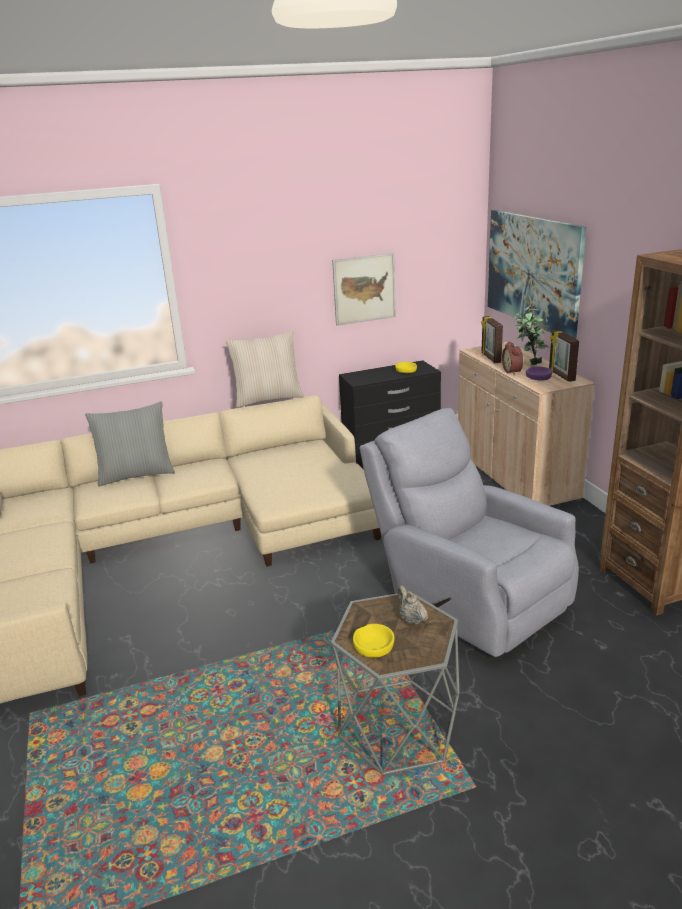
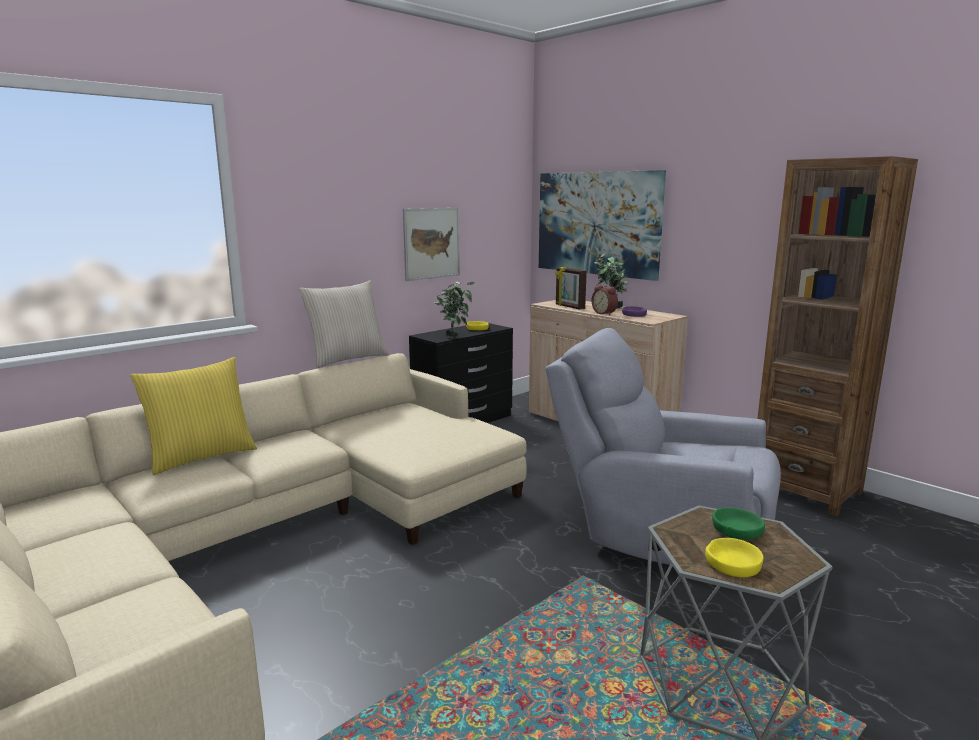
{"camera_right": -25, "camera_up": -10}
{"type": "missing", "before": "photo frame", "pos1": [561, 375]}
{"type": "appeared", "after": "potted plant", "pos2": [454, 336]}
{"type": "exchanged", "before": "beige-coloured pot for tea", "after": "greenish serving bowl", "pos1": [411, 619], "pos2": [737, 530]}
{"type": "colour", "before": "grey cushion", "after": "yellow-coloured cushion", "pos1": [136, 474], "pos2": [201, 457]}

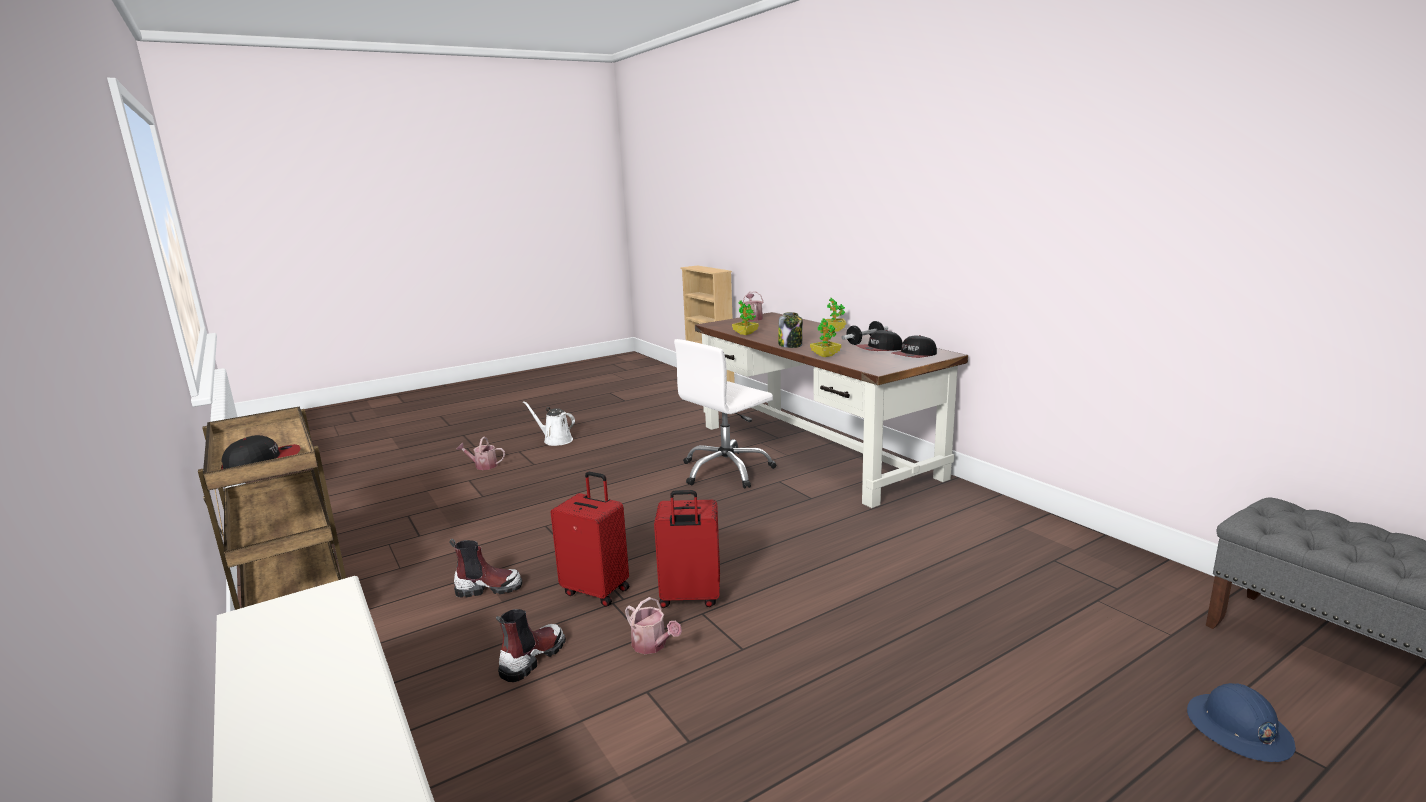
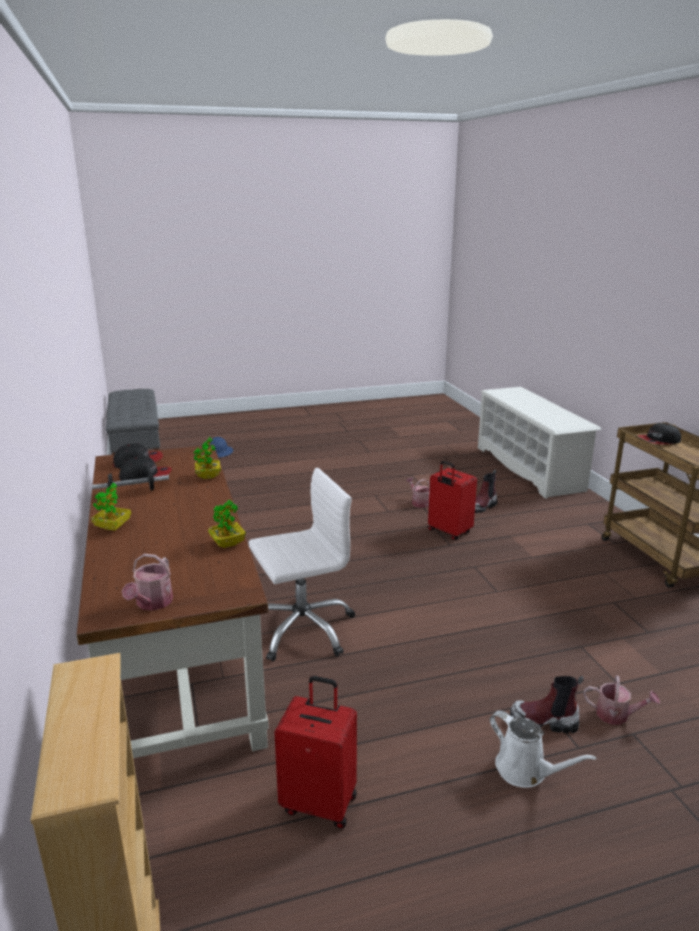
{"camera_right": -165, "camera_up": 5}
{"type": "missing", "before": "storage jar", "pos1": [790, 345]}
{"type": "relocated", "before": "tall boot", "pos1": [489, 588], "pos2": [544, 721]}
{"type": "relocated", "before": "red-coloured travel case", "pos1": [689, 598], "pos2": [320, 802]}

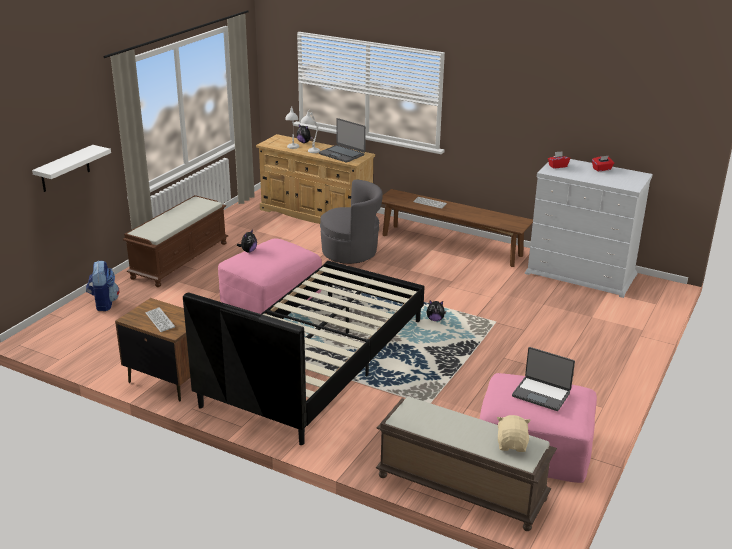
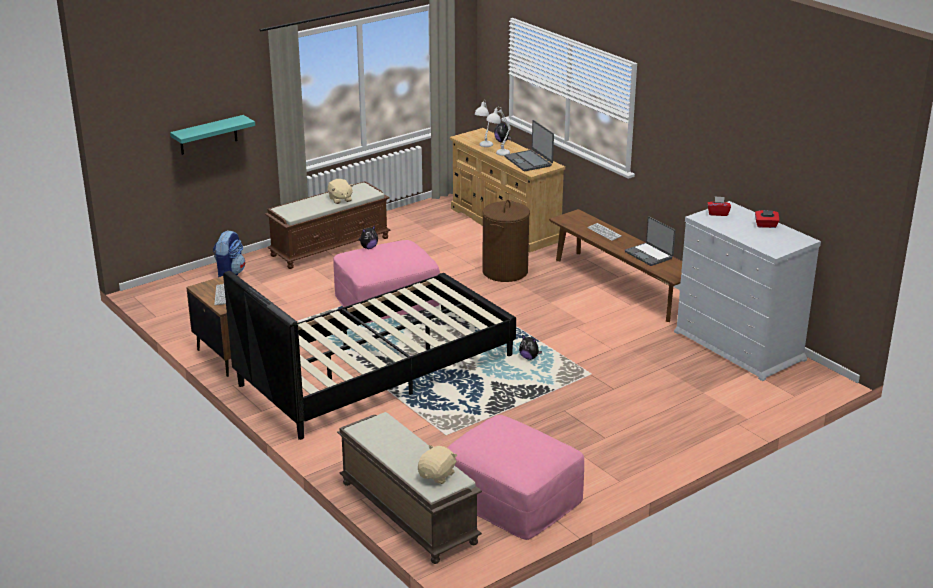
{"camera_right": 25, "camera_up": 0}
{"type": "appeared", "after": "beige-coloured plush toy", "pos2": [340, 199]}
{"type": "relocated", "before": "portable computer", "pos1": [541, 394], "pos2": [649, 255]}
{"type": "exchanged", "before": "grey lounge chair", "after": "brown washing basket", "pos1": [351, 252], "pos2": [505, 272]}
{"type": "colour", "before": "whitish shelf", "after": "turquoise-coloured shelf", "pos1": [65, 169], "pos2": [208, 135]}

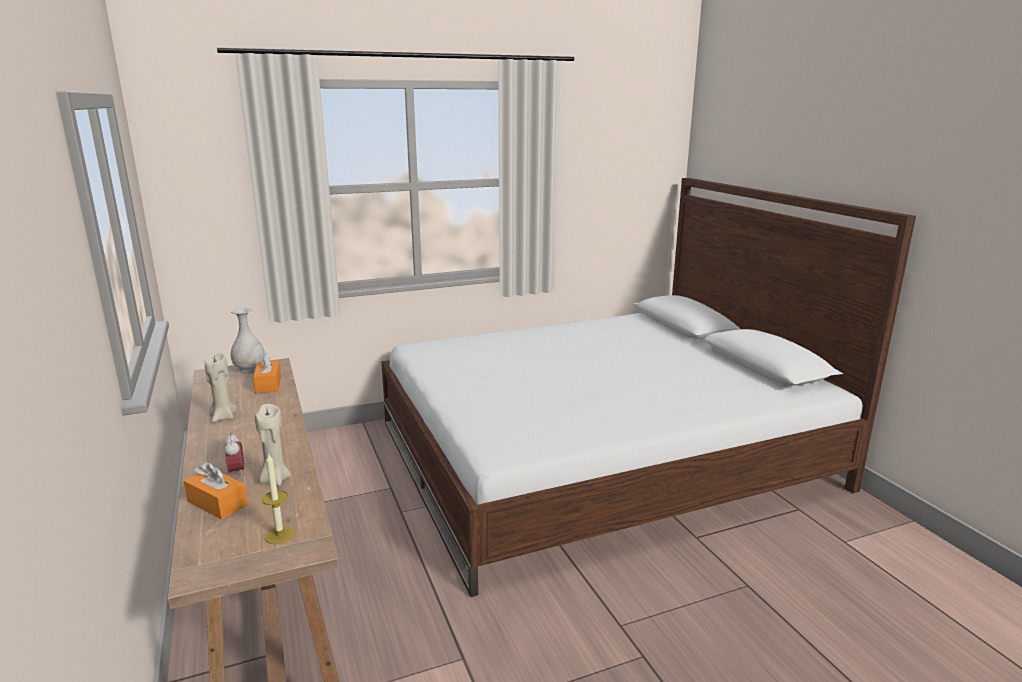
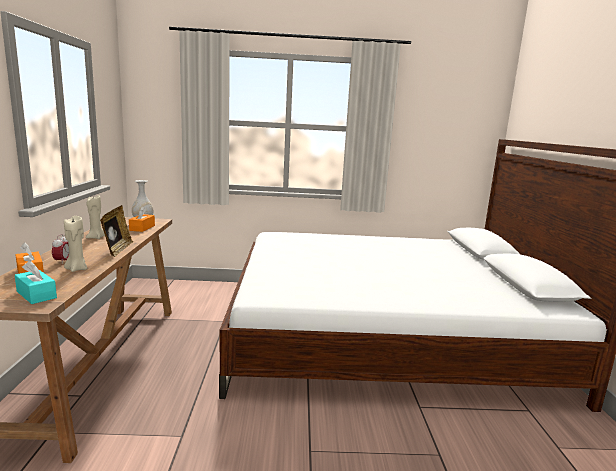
{"camera_right": 20, "camera_up": -5}
{"type": "appeared", "after": "photo frame", "pos2": [117, 250]}
{"type": "exchanged", "before": "wax light", "after": "turquoise-coloured tissue holder", "pos1": [280, 535], "pos2": [36, 295]}

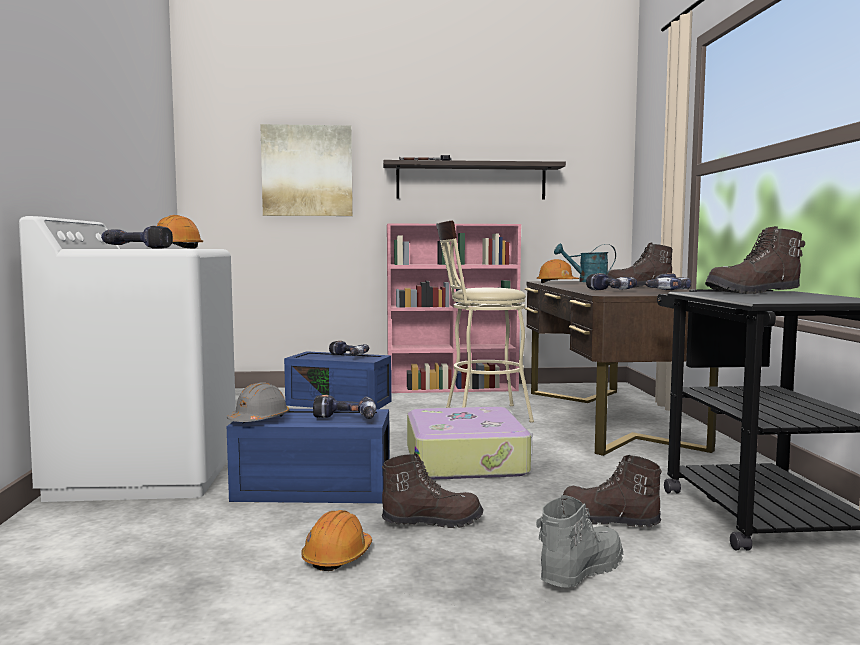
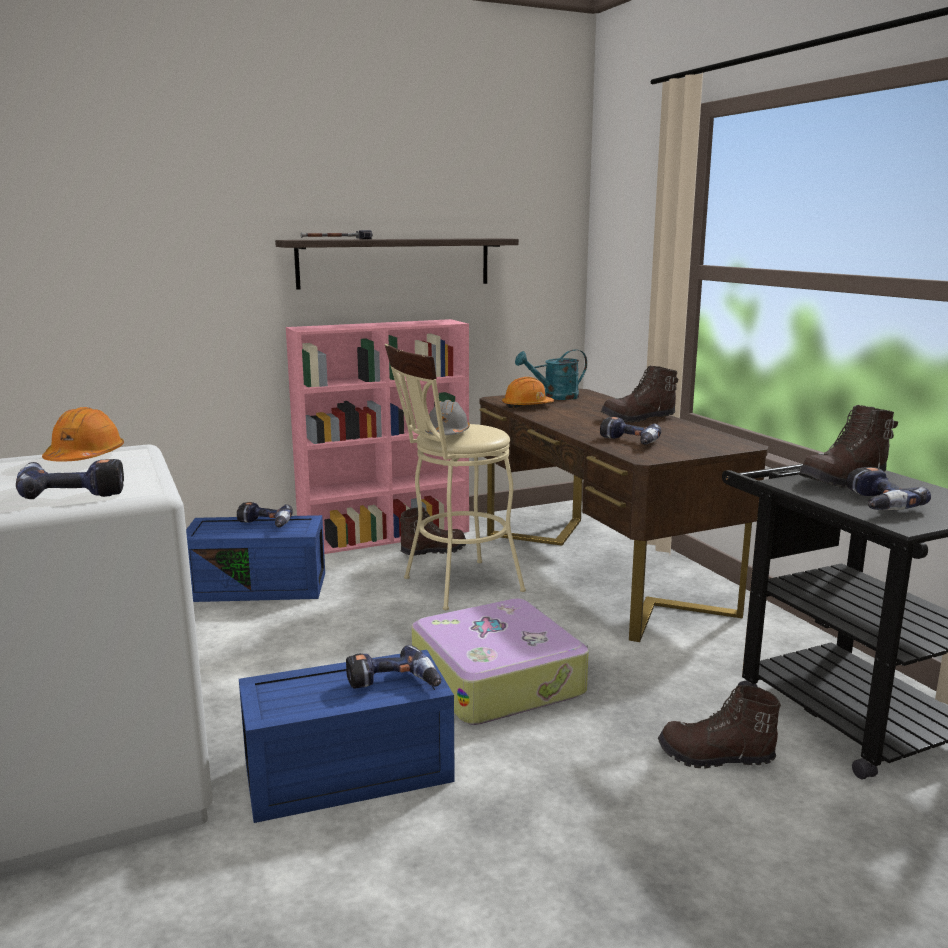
{"camera_right": -20, "camera_up": 10}
{"type": "missing", "before": "wall picture", "pos1": [307, 171]}
{"type": "missing", "before": "orangey work helmet", "pos1": [337, 556]}
{"type": "missing", "before": "grey tall boot", "pos1": [580, 571]}
{"type": "relocated", "before": "grey work helmet", "pos1": [259, 420], "pos2": [446, 434]}
{"type": "relocated", "before": "brown tall boot", "pos1": [432, 521], "pos2": [433, 551]}
{"type": "relocated", "before": "power drill", "pos1": [662, 291], "pos2": [875, 504]}

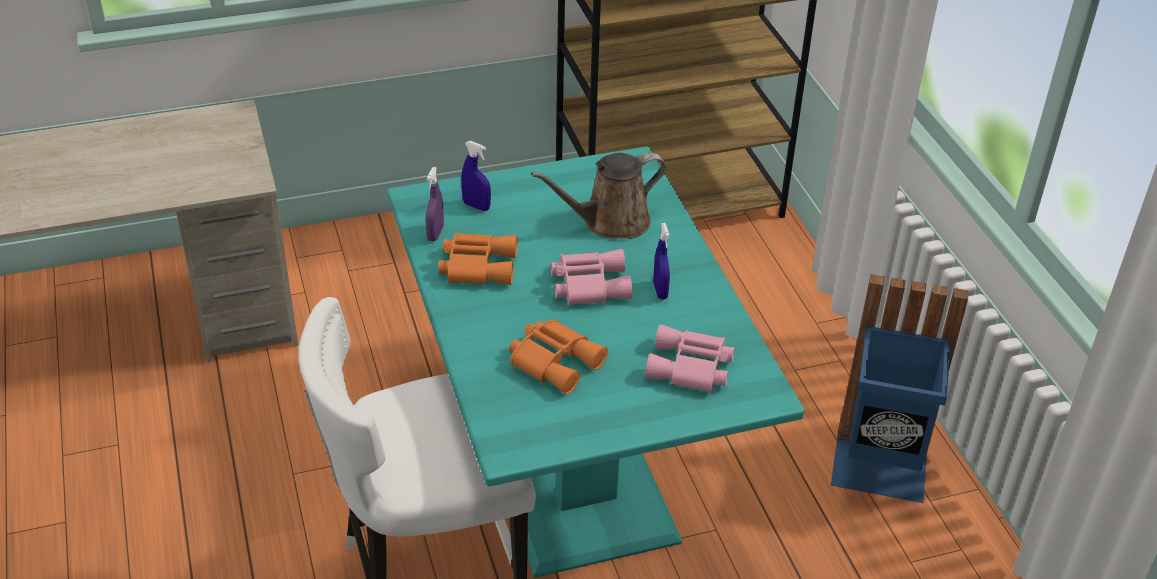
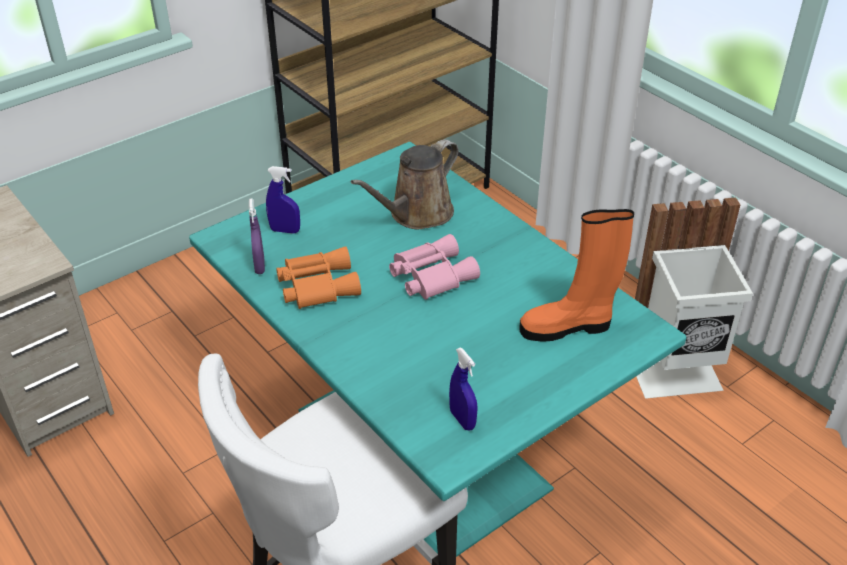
{"camera_right": -20, "camera_up": 0}
{"type": "missing", "before": "orangey pair of binoculars", "pos1": [555, 360]}
{"type": "relocated", "before": "bluish hand sprayer", "pos1": [660, 291], "pos2": [462, 420]}
{"type": "exchanged", "before": "pinkish pair of binoculars", "after": "orangey tall boot", "pos1": [691, 369], "pos2": [568, 327]}
{"type": "colour", "before": "bluish trash can", "after": "whitish trash can", "pos1": [880, 469], "pos2": [675, 372]}

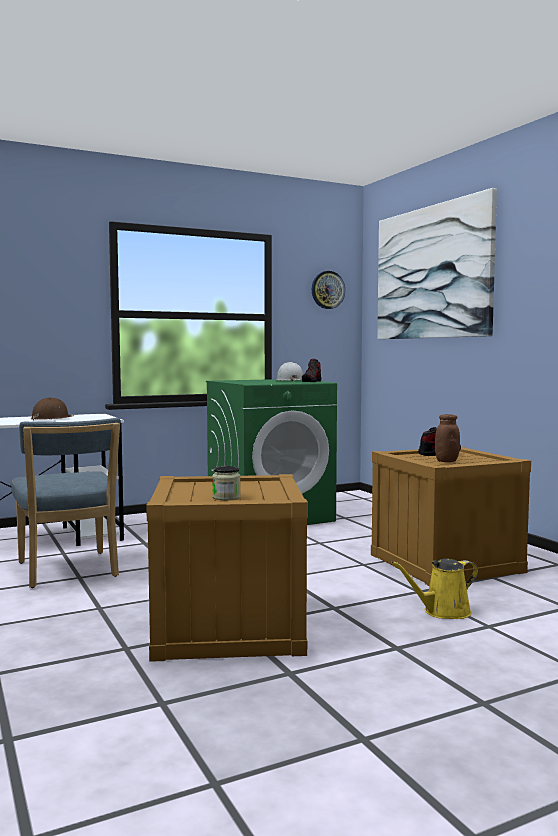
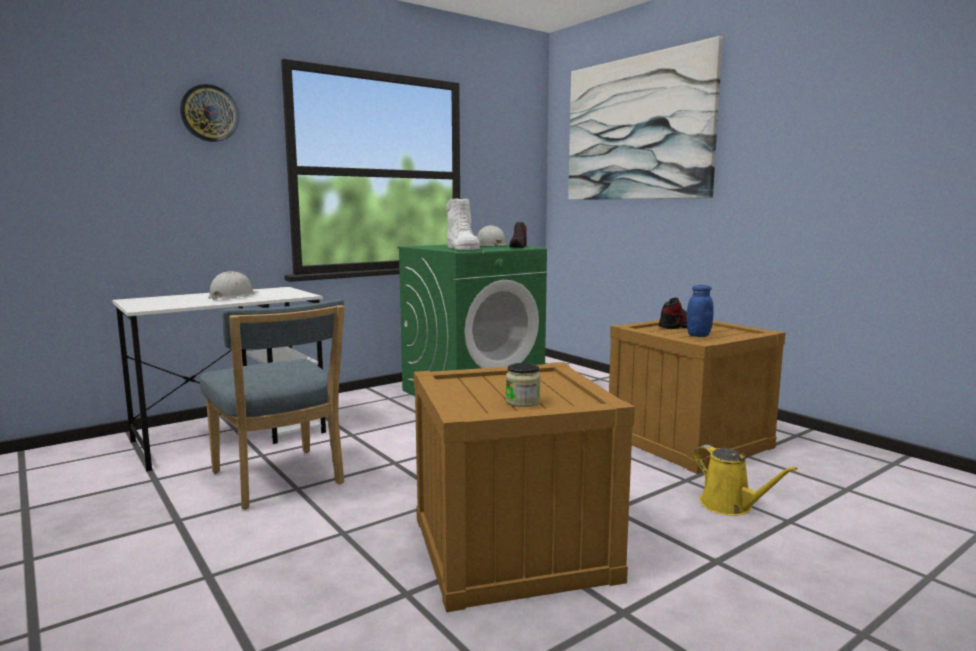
{"camera_right": -10, "camera_up": 5}
{"type": "appeared", "after": "whitish tall boot", "pos2": [462, 248]}
{"type": "relocated", "before": "clock on the wall", "pos1": [327, 290], "pos2": [209, 113]}
{"type": "colour", "before": "brown work helmet", "after": "whitish work helmet", "pos1": [51, 419], "pos2": [233, 296]}
{"type": "colour", "before": "brown storage jar", "after": "bluish storage jar", "pos1": [446, 461], "pos2": [698, 335]}
{"type": "spun", "before": "yellow-coloured watering can", "pos1": [443, 612], "pos2": [730, 506], "turn": -90}

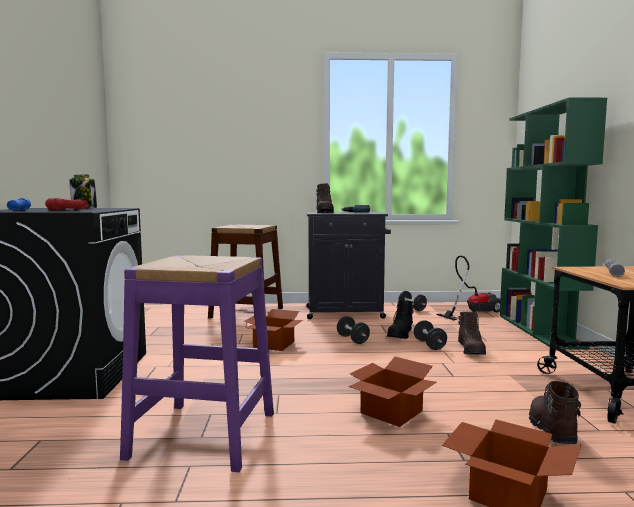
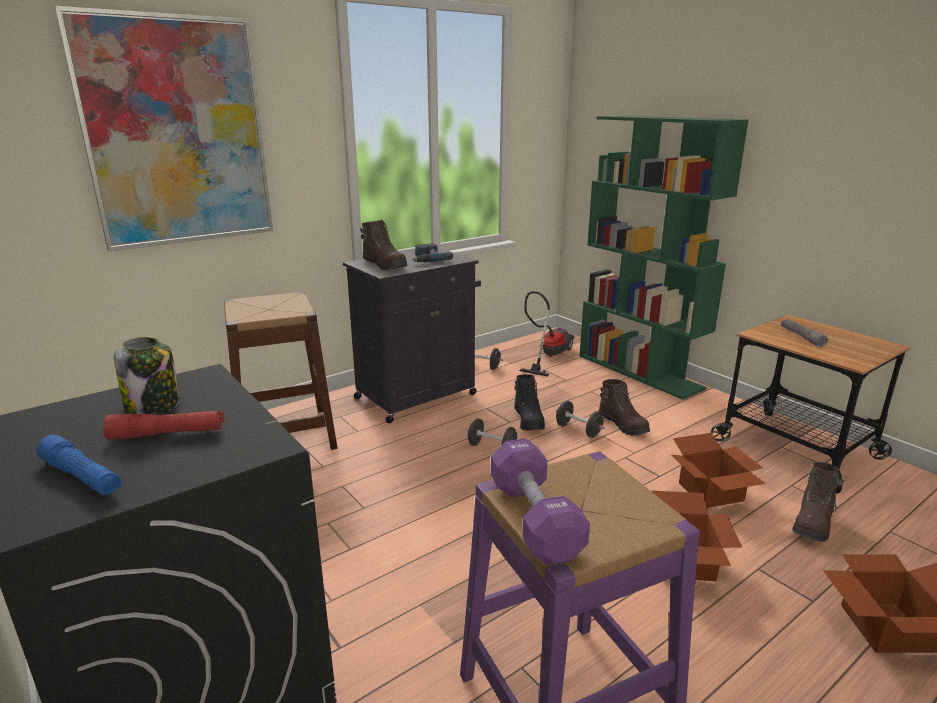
{"camera_right": -35, "camera_up": 15}
{"type": "appeared", "after": "wall picture", "pos2": [177, 133]}
{"type": "appeared", "after": "purplish dumbbell", "pos2": [534, 519]}
{"type": "relocated", "before": "carton", "pos1": [272, 345], "pos2": [711, 493]}
{"type": "spun", "before": "brown tall boot", "pos1": [551, 429], "pos2": [812, 523], "turn": -120}

